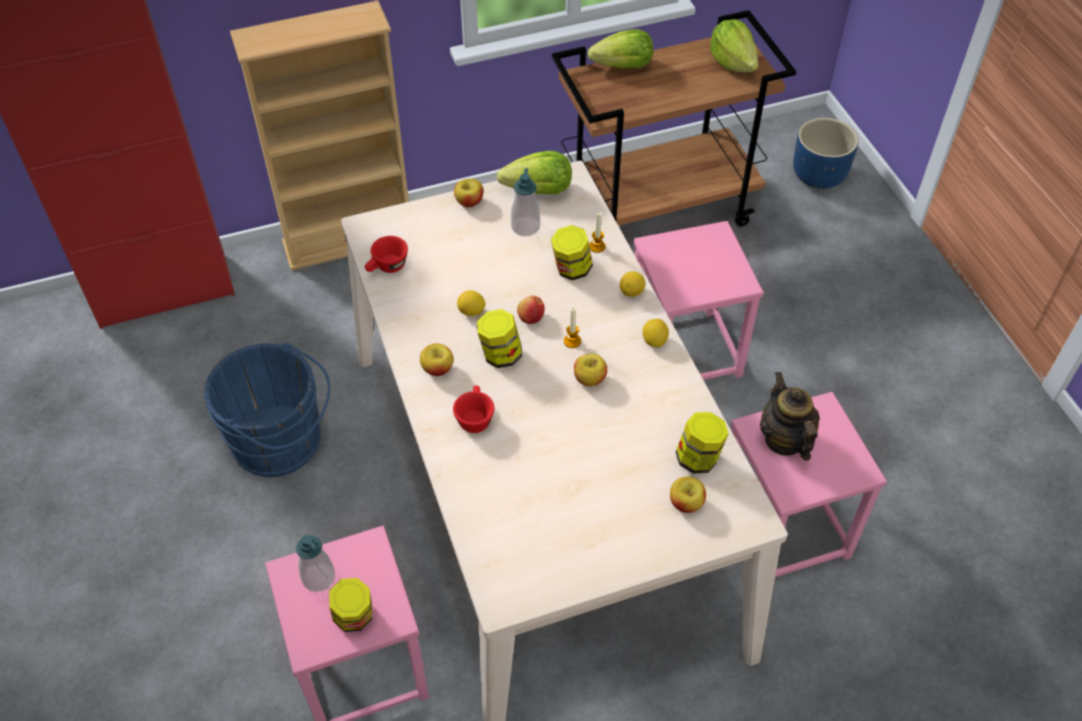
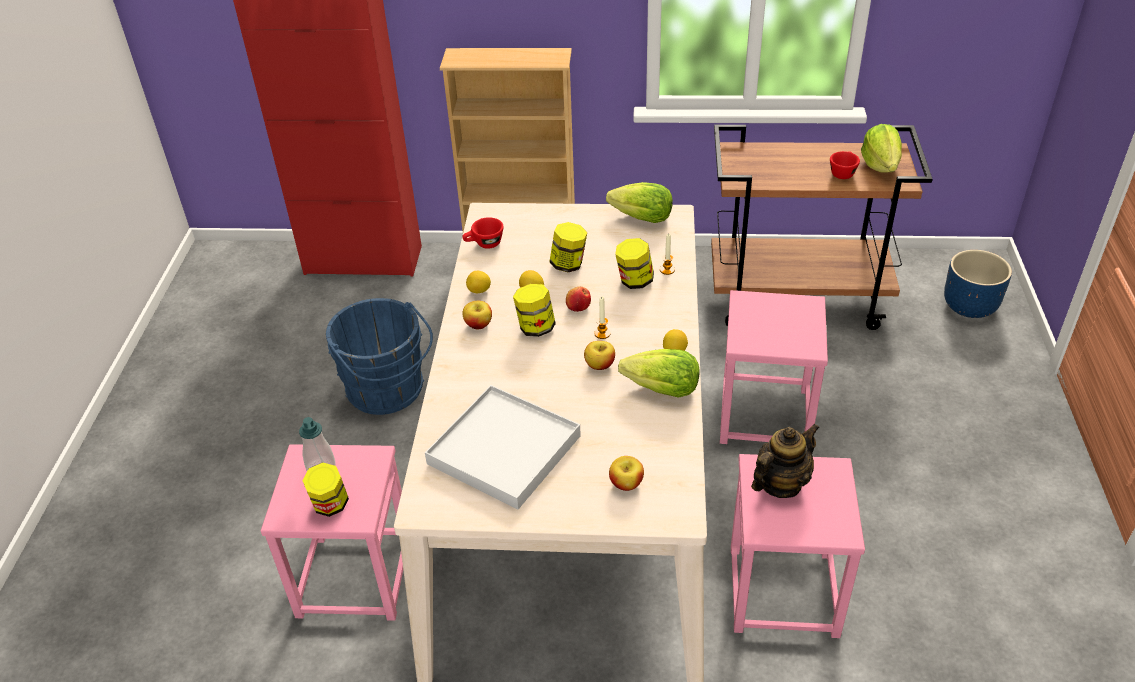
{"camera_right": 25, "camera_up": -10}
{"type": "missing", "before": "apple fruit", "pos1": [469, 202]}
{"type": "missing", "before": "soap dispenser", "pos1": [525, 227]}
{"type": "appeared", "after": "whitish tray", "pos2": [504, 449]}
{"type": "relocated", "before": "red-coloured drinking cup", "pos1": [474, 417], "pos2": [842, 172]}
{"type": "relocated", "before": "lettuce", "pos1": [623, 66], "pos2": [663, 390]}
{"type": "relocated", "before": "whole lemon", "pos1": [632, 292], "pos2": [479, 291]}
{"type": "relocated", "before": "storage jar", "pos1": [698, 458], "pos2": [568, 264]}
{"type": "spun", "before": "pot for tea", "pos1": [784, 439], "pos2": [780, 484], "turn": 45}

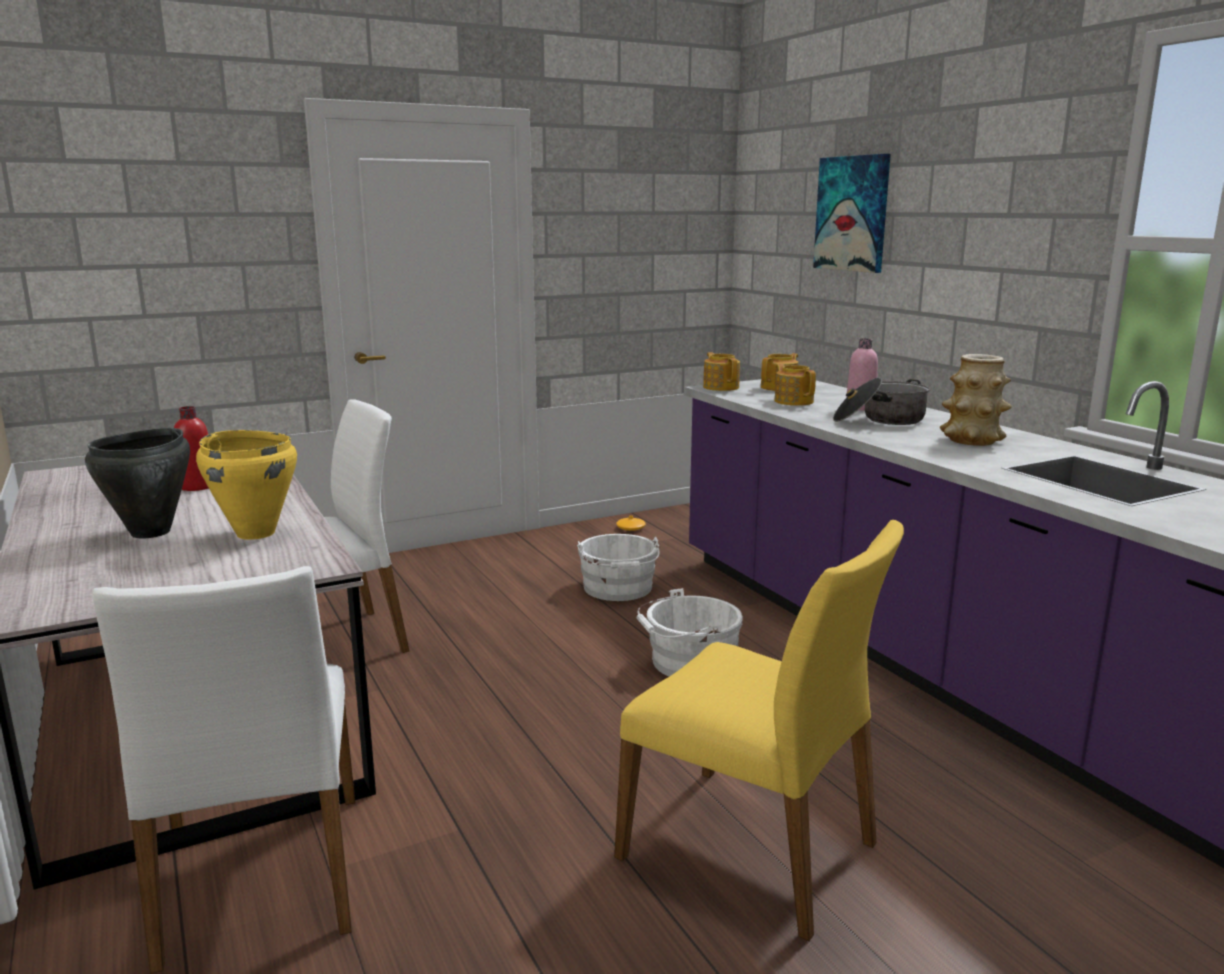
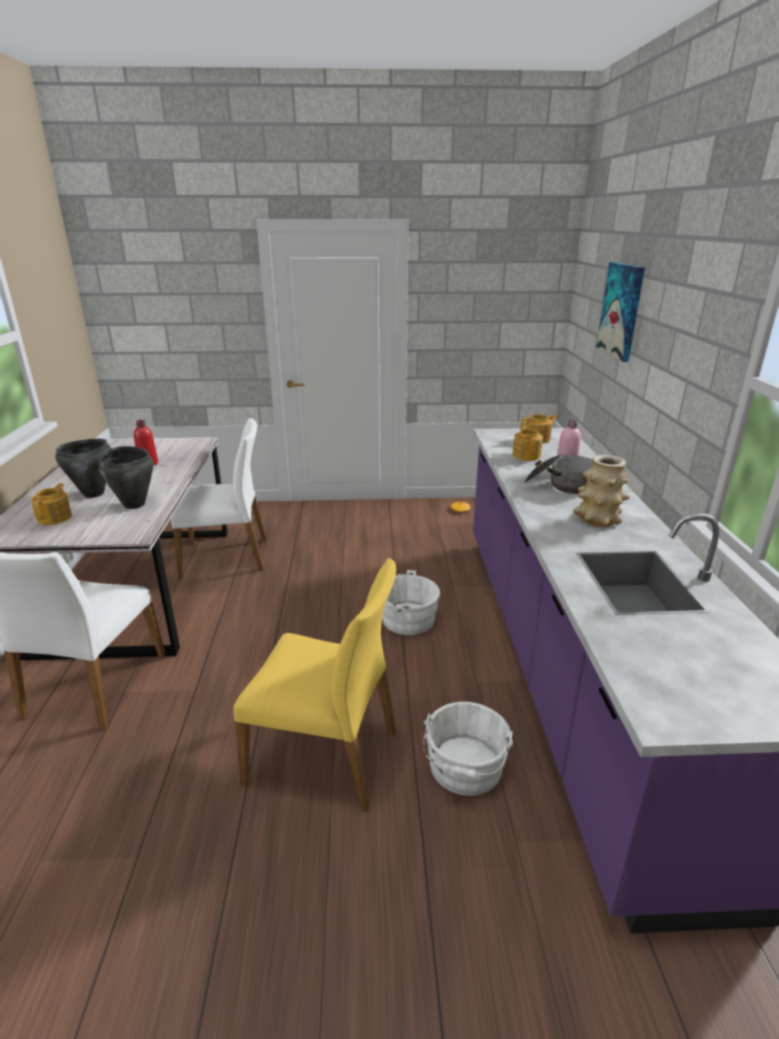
{"camera_right": 25, "camera_up": 10}
{"type": "relocated", "before": "whitish bucket", "pos1": [618, 589], "pos2": [465, 769]}
{"type": "relocated", "before": "pot for tea", "pos1": [721, 387], "pos2": [55, 517]}
{"type": "colour", "before": "yellow-coloured cooking pot", "after": "blackish cooking pot", "pos1": [256, 533], "pos2": [134, 504]}
{"type": "spun", "before": "yellow-coloured plain chair", "pos1": [752, 849], "pos2": [325, 755], "turn": -45}

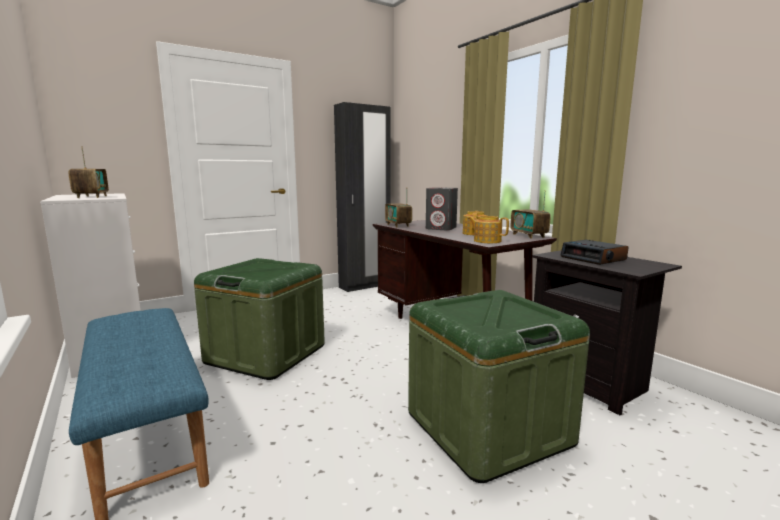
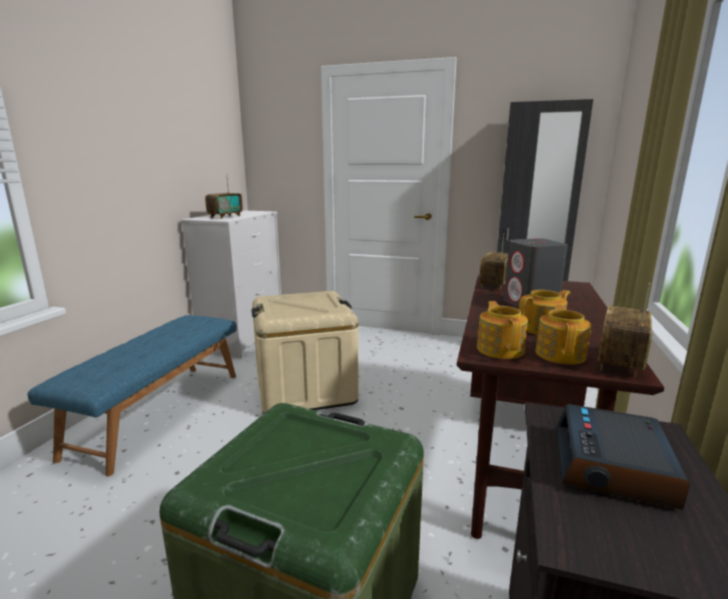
{"camera_right": 50, "camera_up": 5}
{"type": "appeared", "after": "pot for tea", "pos2": [560, 354]}
{"type": "colour", "before": "greenish storage box", "after": "beige-coloured storage box", "pos1": [266, 354], "pos2": [305, 389]}

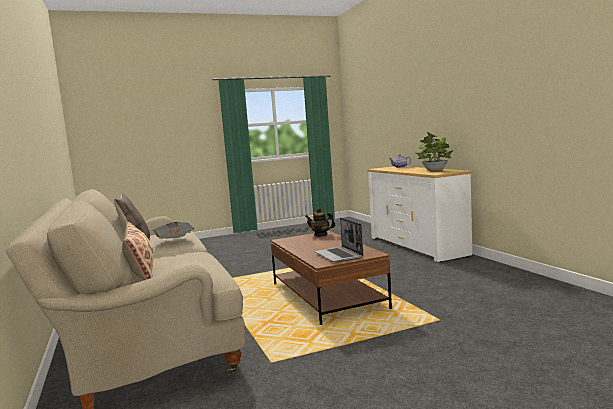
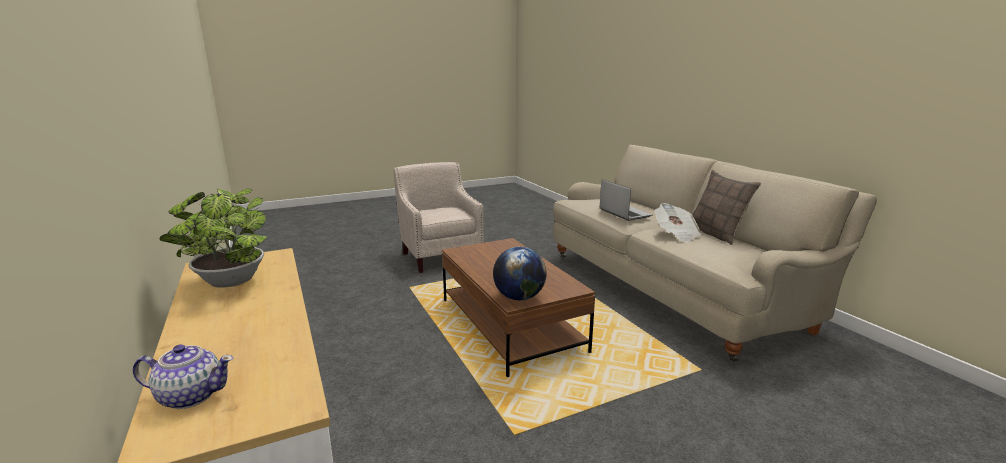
{"camera_right": 175, "camera_up": 10}
{"type": "missing", "before": "beige-coloured cushion", "pos1": [141, 273]}
{"type": "appeared", "after": "beige-coloured lounge chair", "pos2": [441, 255]}
{"type": "relocated", "before": "portable computer", "pos1": [339, 255], "pos2": [624, 213]}
{"type": "exchanged", "before": "pot for tea", "after": "globe", "pos1": [320, 235], "pos2": [519, 297]}

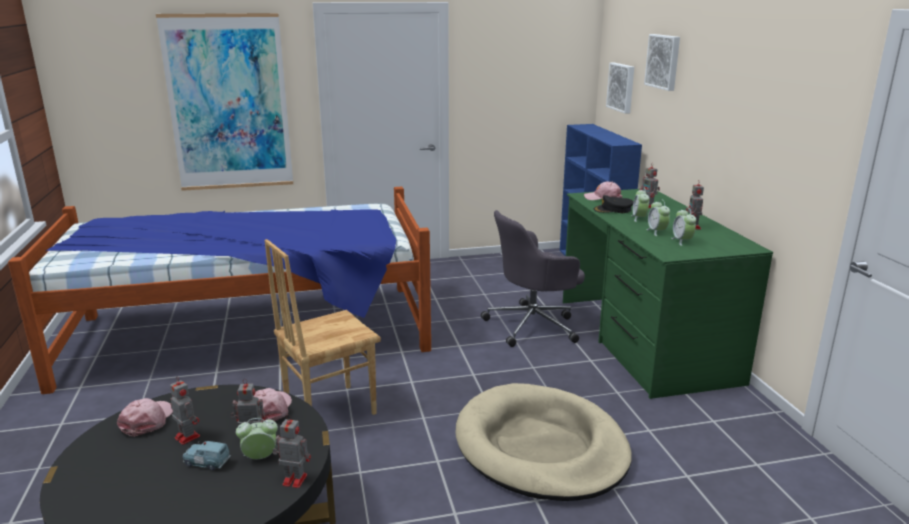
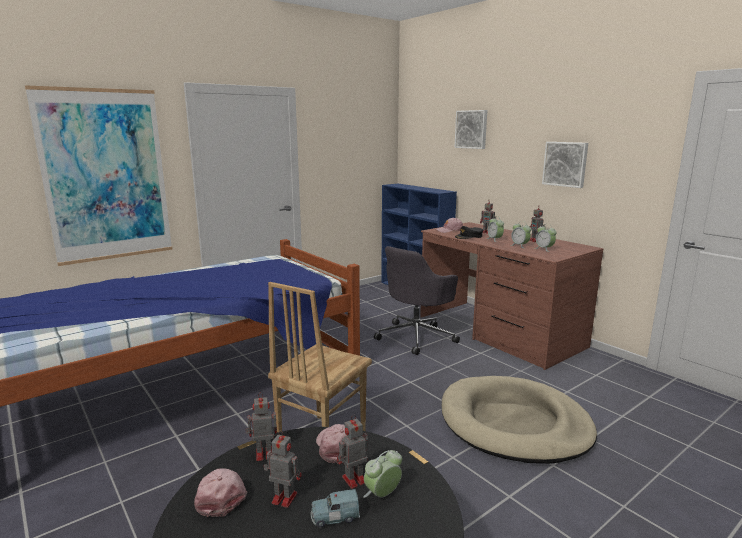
{"camera_right": -25, "camera_up": -5}
{"type": "relocated", "before": "model robot", "pos1": [293, 480], "pos2": [263, 454]}
{"type": "relocated", "before": "wall picture", "pos1": [622, 87], "pos2": [565, 164]}
{"type": "colour", "before": "greenish desk table", "after": "brown desk table", "pos1": [644, 339], "pos2": [498, 331]}

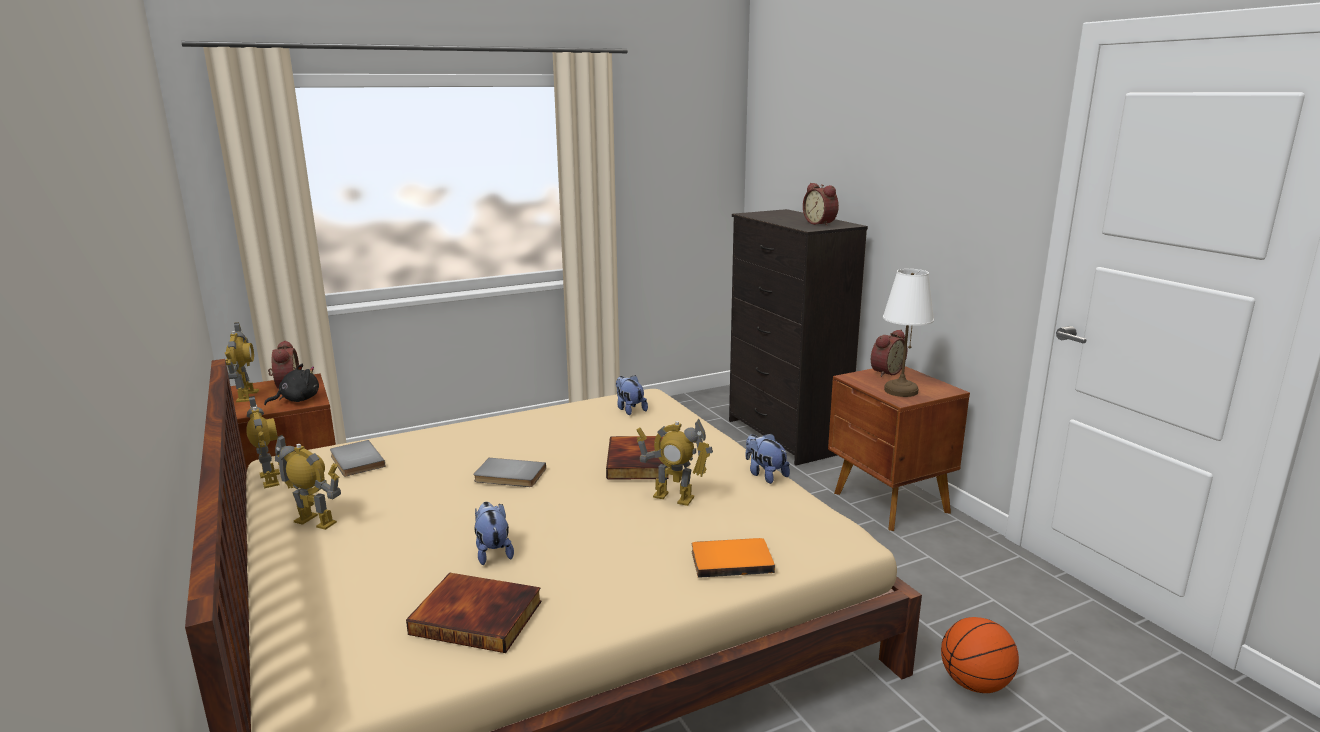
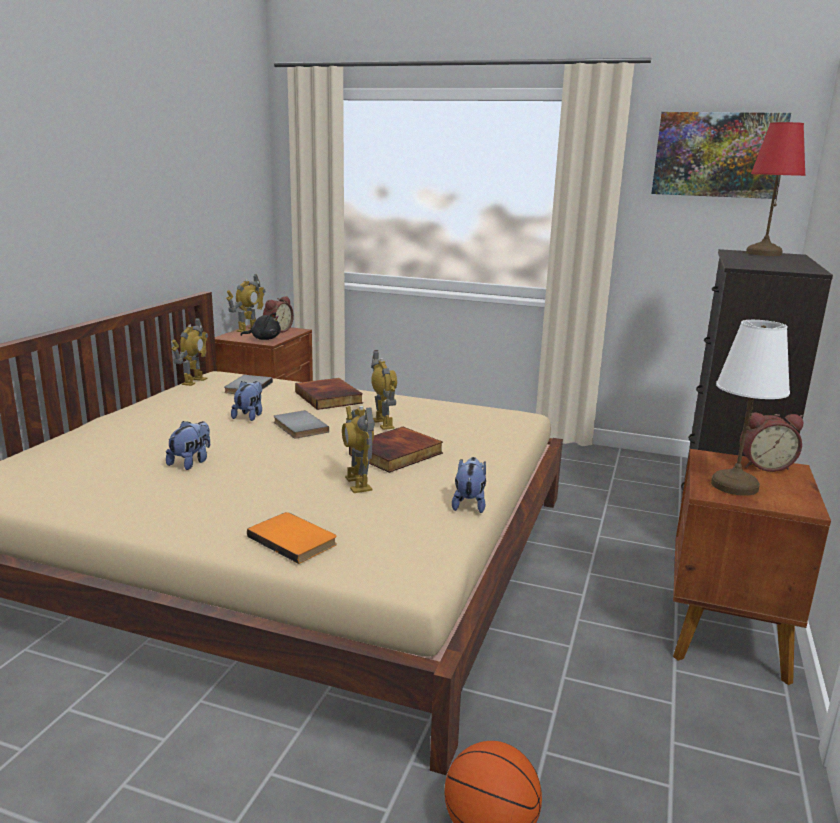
{"camera_right": 45, "camera_up": 0}
{"type": "missing", "before": "alarm clock", "pos1": [821, 223]}
{"type": "appeared", "after": "wall picture", "pos2": [718, 155]}
{"type": "appeared", "after": "red-coloured table lamp", "pos2": [762, 253]}
{"type": "relocated", "before": "model robot", "pos1": [315, 522], "pos2": [383, 423]}
{"type": "relocated", "before": "book", "pos1": [478, 616], "pos2": [330, 397]}
{"type": "relocated", "before": "plush toy", "pos1": [629, 409], "pos2": [249, 416]}

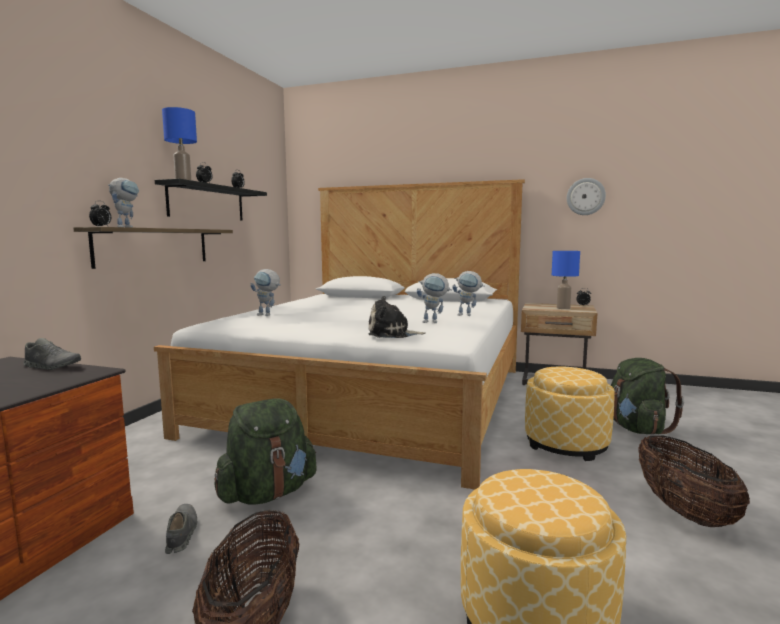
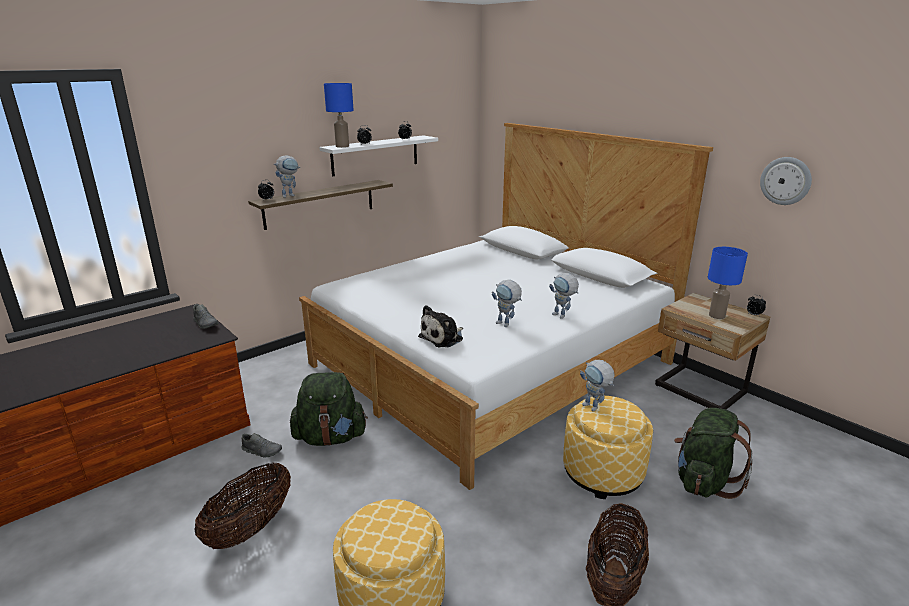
{"camera_right": 30, "camera_up": 15}
{"type": "relocated", "before": "model robot", "pos1": [268, 315], "pos2": [594, 408]}
{"type": "colour", "before": "blackish shelf", "after": "whitish shelf", "pos1": [207, 203], "pos2": [375, 155]}
{"type": "spun", "before": "grey shoe", "pos1": [181, 534], "pos2": [262, 451], "turn": 90}
{"type": "spun", "before": "plush toy", "pos1": [392, 334], "pos2": [443, 338], "turn": -75}

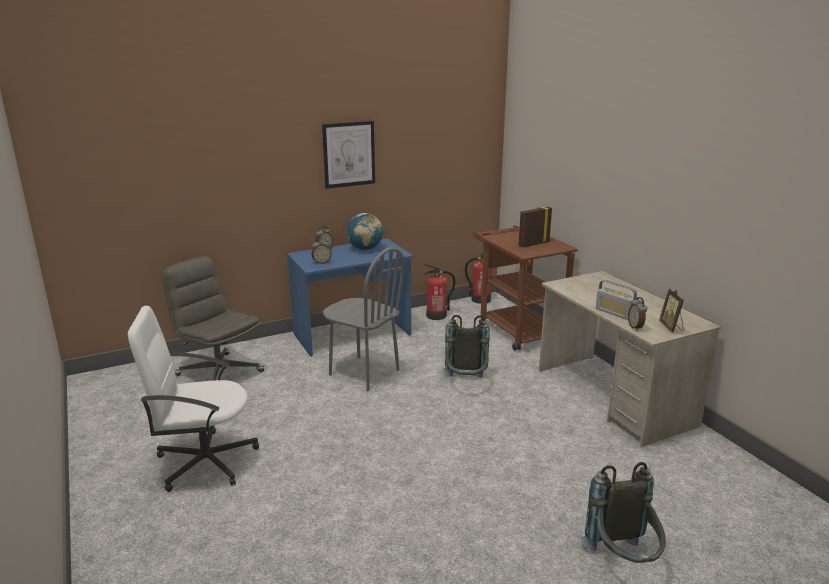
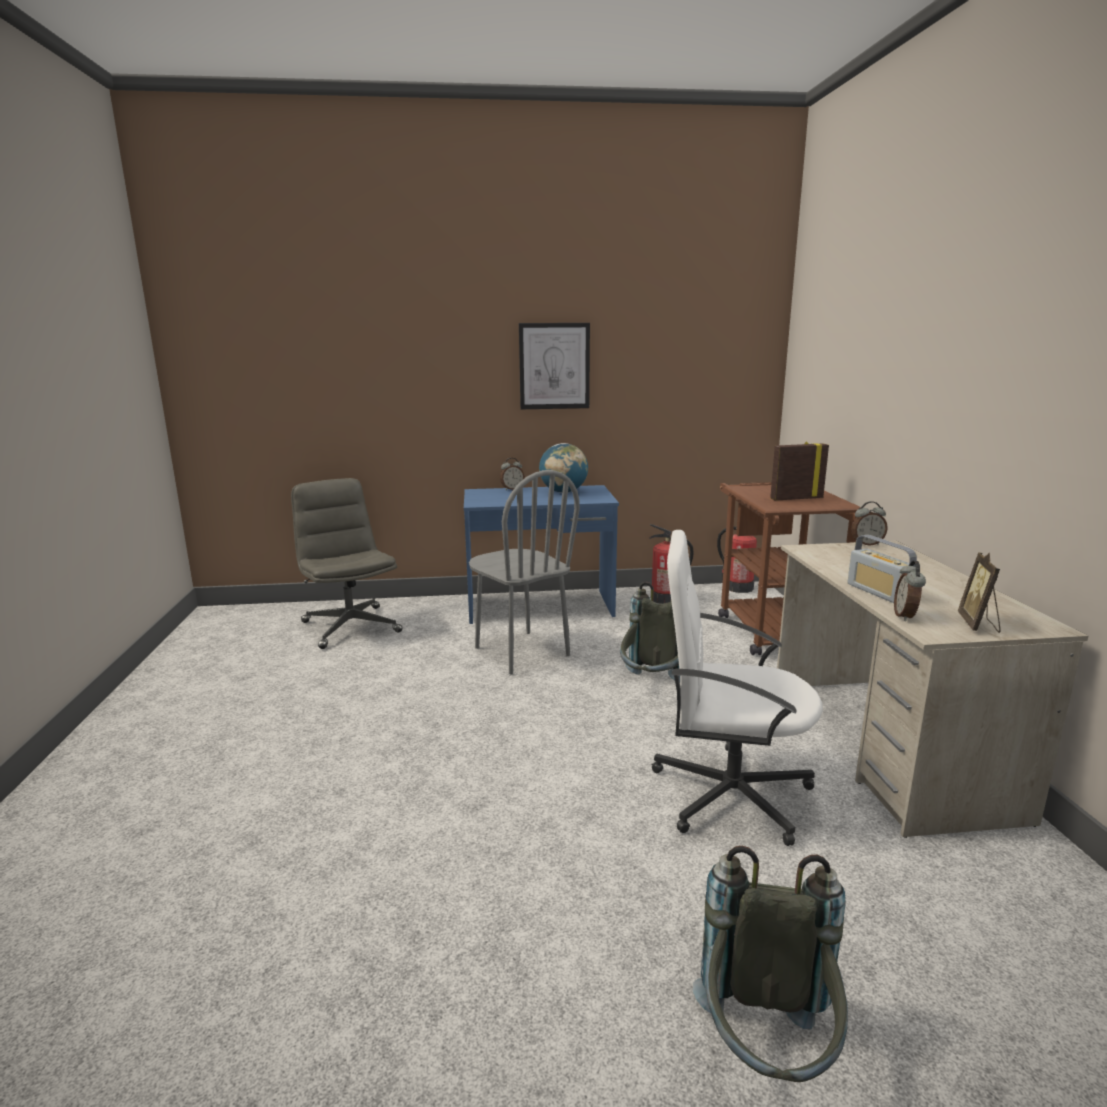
{"camera_right": 20, "camera_up": -5}
{"type": "relocated", "before": "whitish computer chair", "pos1": [204, 461], "pos2": [728, 793]}
{"type": "relocated", "before": "alarm clock", "pos1": [321, 262], "pos2": [866, 544]}

